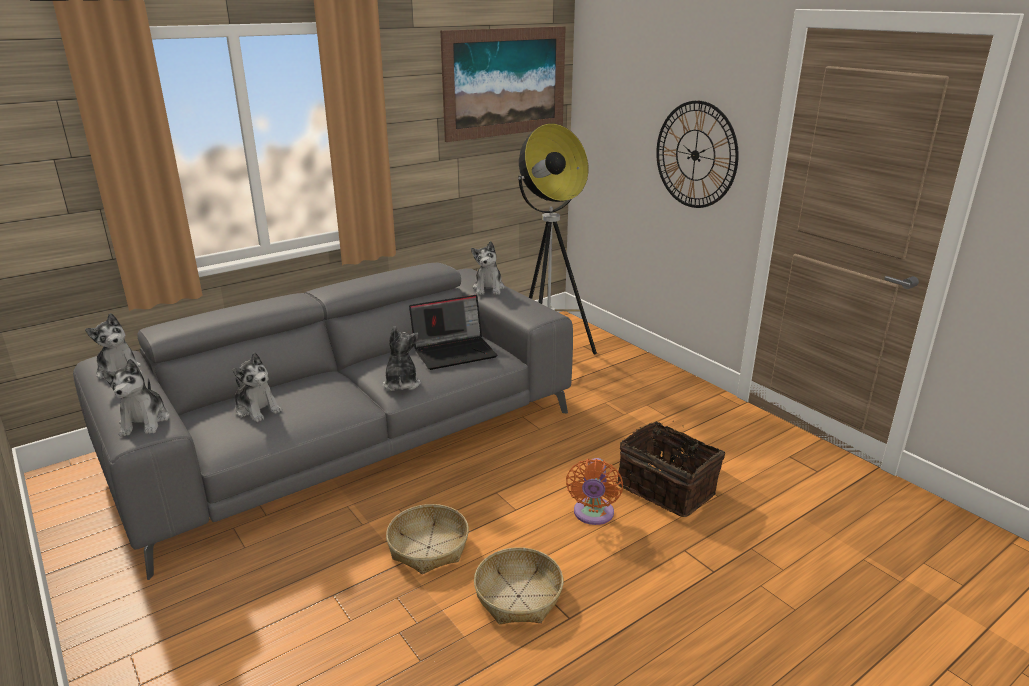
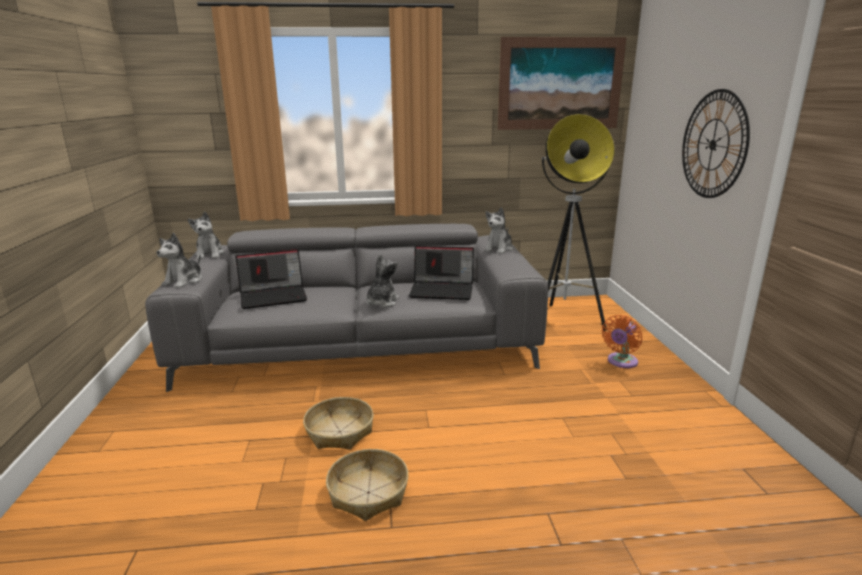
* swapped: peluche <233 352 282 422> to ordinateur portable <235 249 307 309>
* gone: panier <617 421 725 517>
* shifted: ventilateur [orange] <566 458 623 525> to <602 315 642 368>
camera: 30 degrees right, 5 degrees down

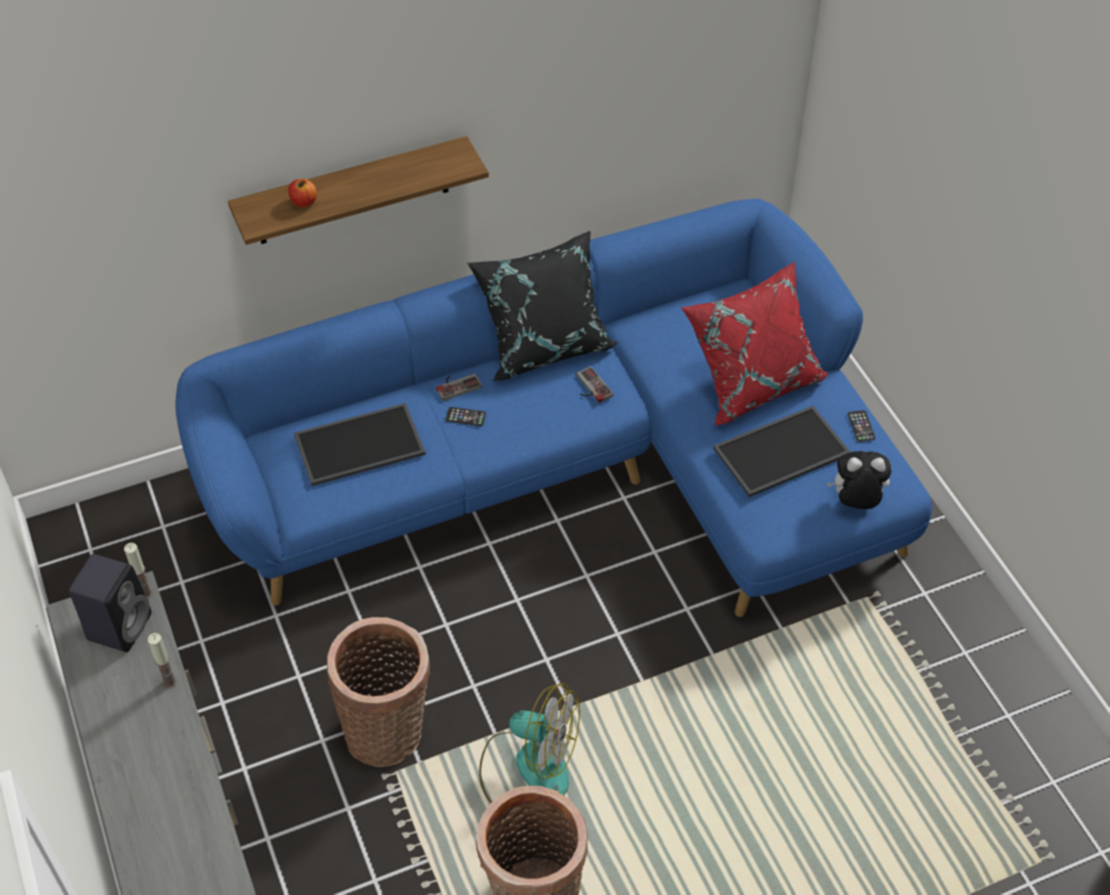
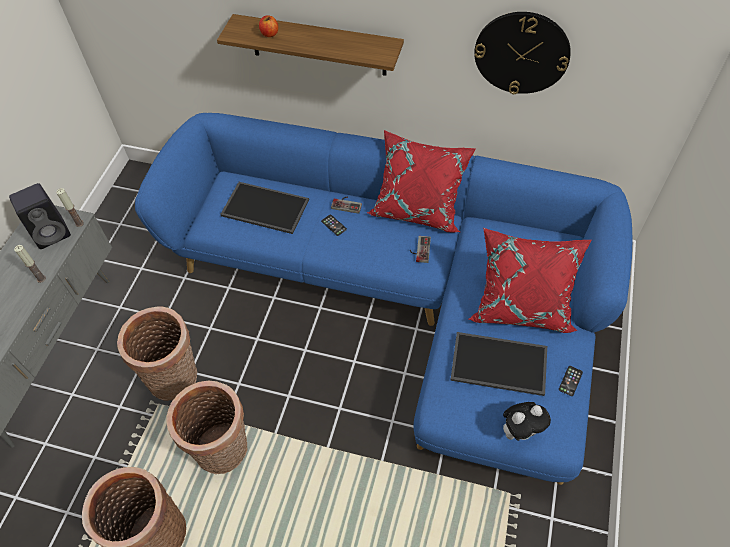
* repainted: coussin [noir] <467 230 618 381> to coussin [rouge] <367 130 476 233>
* rotated: peluche <827 451 891 509> = <503 402 551 441> 120 degrees clockwise
* swapped: ventilateur <479 683 580 802> to panier <166 381 247 474>
* new: horloge murale <474 12 571 94>
camera: 40 degrees right, 5 degrees up

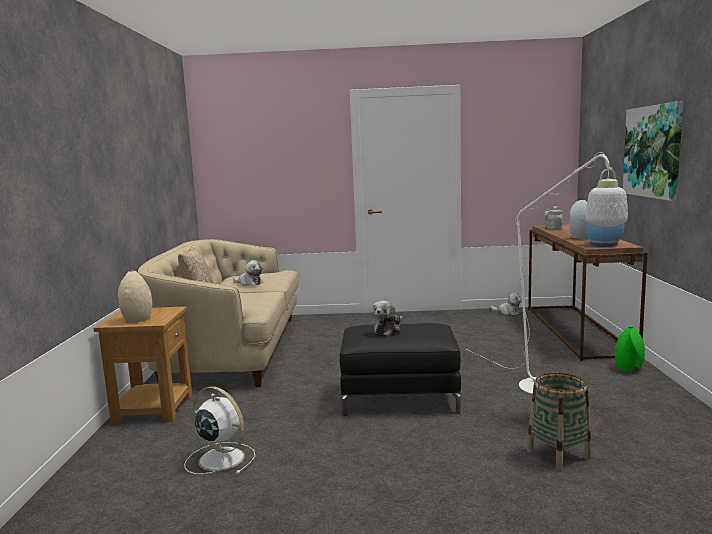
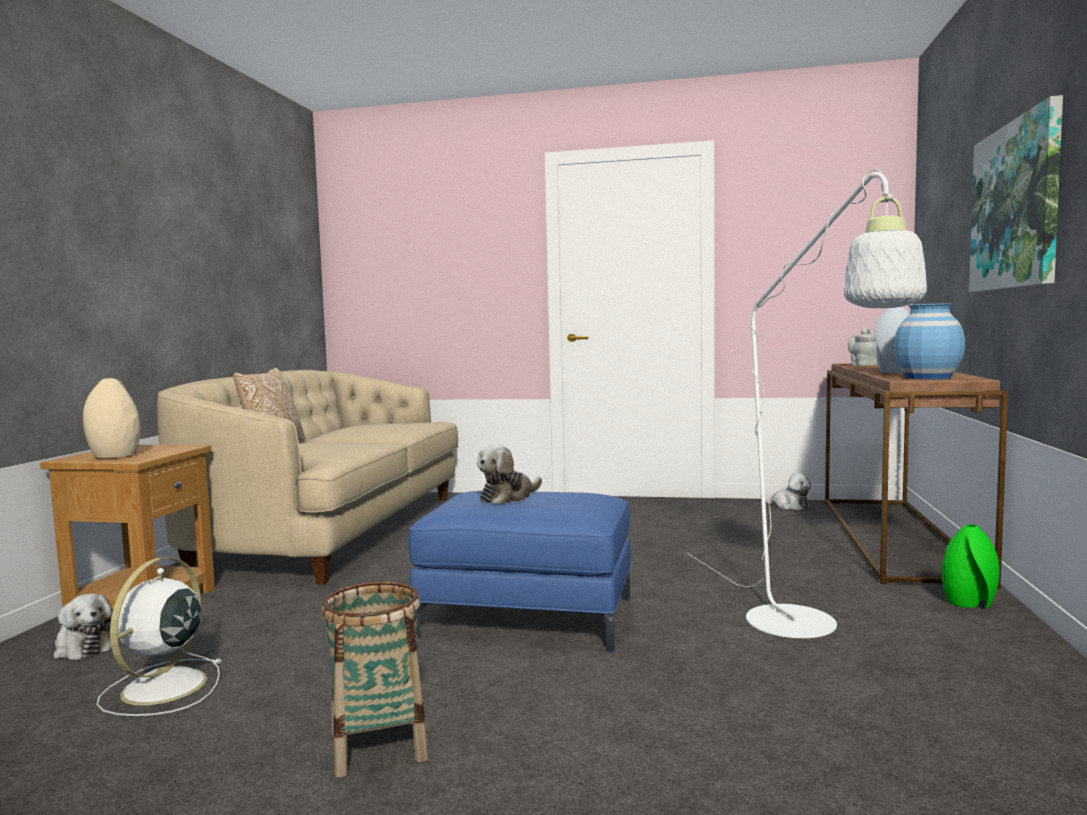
* shifted: peluche <233 260 263 286> to <53 593 112 660>
* repainted: pouf [noir] <340 323 461 416> to pouf [bleu] <408 491 631 653>
* shifted: panier <527 372 591 470> to <321 582 428 777>
* rotated: ventilateur [blanc] <184 386 255 474> = <96 557 223 716> 120 degrees counterclockwise
camera: 10 degrees right, 5 degrees down

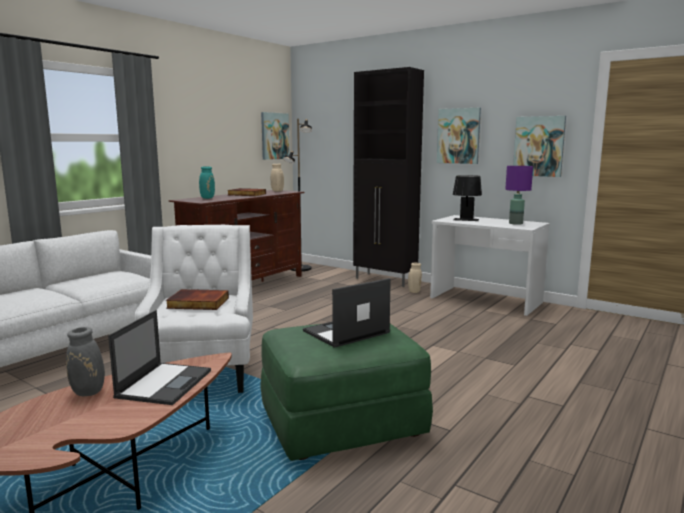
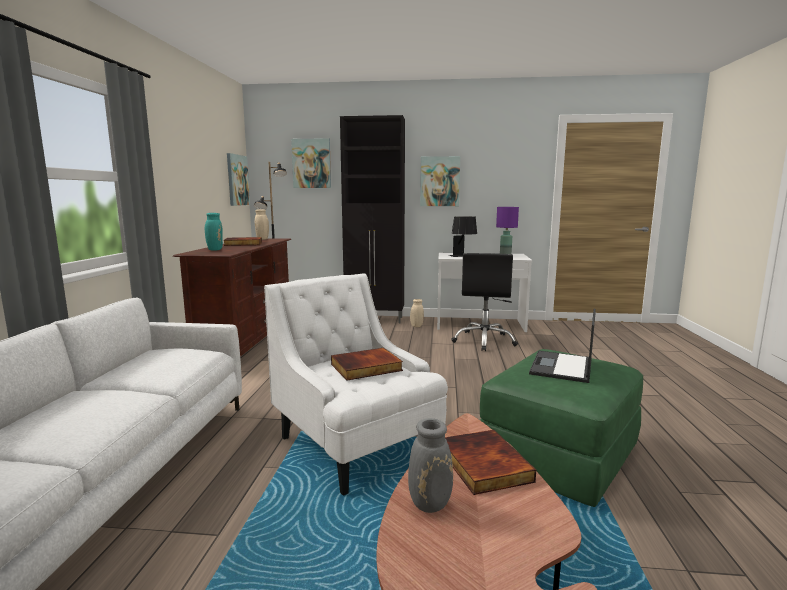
* shifted: tableau <513 116 566 177> to <291 138 331 188>
* swapped: ordinateur portable <108 310 211 405> to livre <445 430 536 495>
* new: chaise de bureau [noir] <451 253 518 351>
camera: 30 degrees left, 0 degrees up

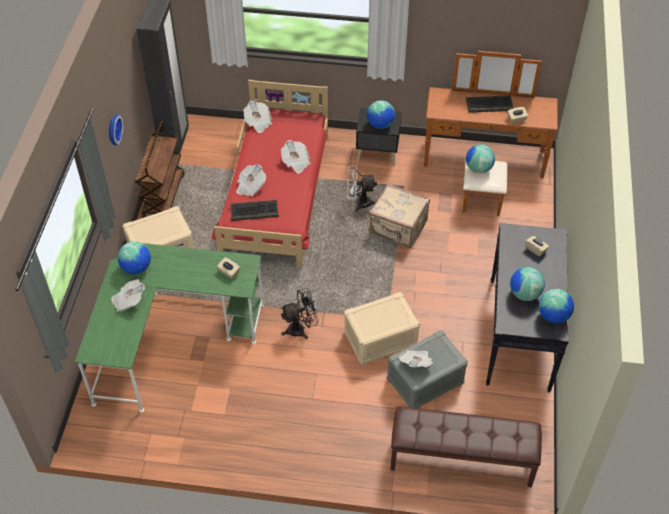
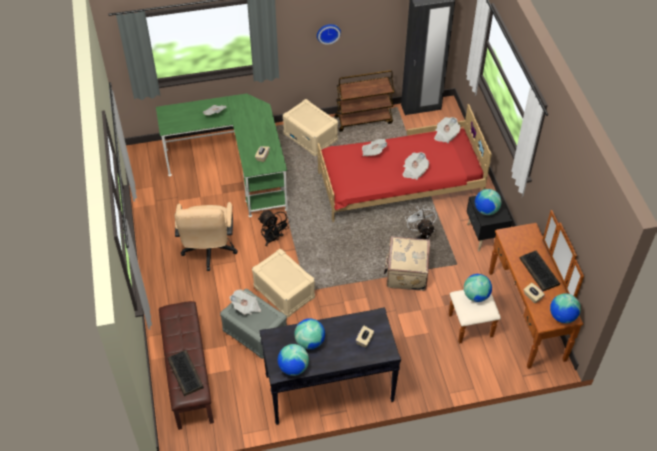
* shifted: clavier <230 200 279 221> to <167 350 204 396>
* shifted: globe <117 242 151 274> to <550 293 581 323>
* new: chaise de bureau [beige] <175 202 238 271>
camera: 70 degrees right, 0 degrees up

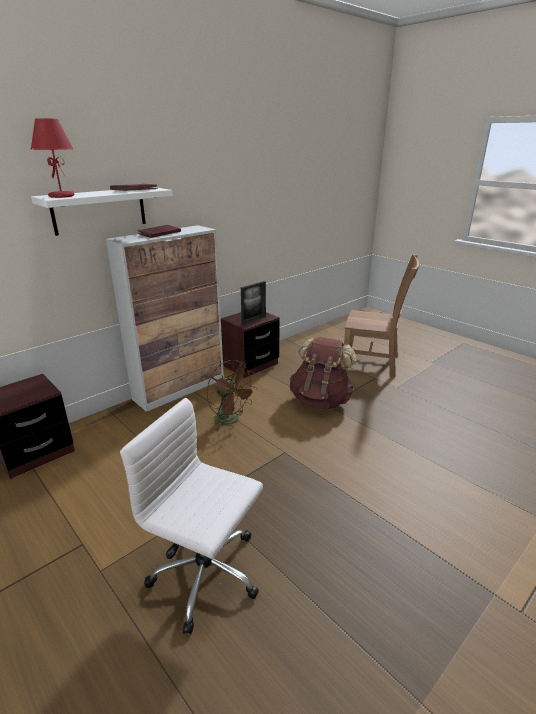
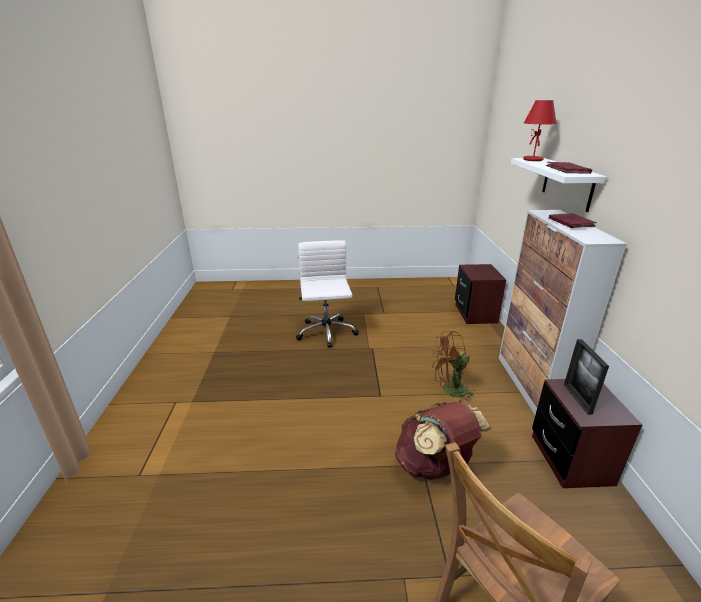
* rotated: chaise de bureau [blanc] <120 398 263 634> = <296 240 359 348> 75 degrees counterclockwise
camera: 130 degrees right, 0 degrees up

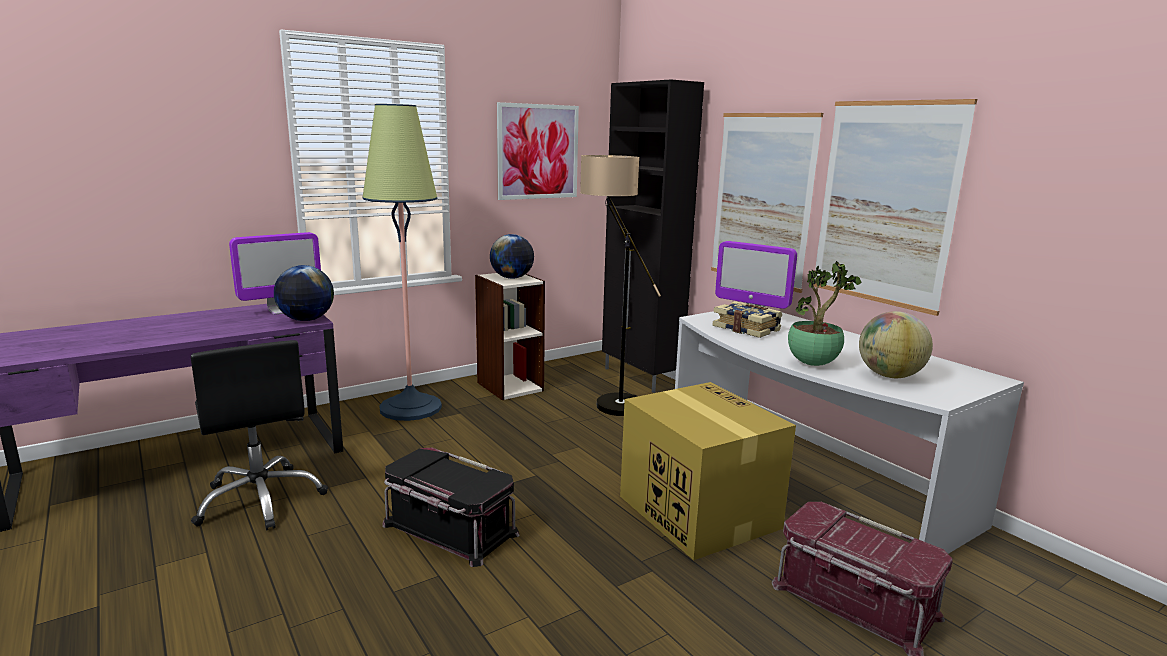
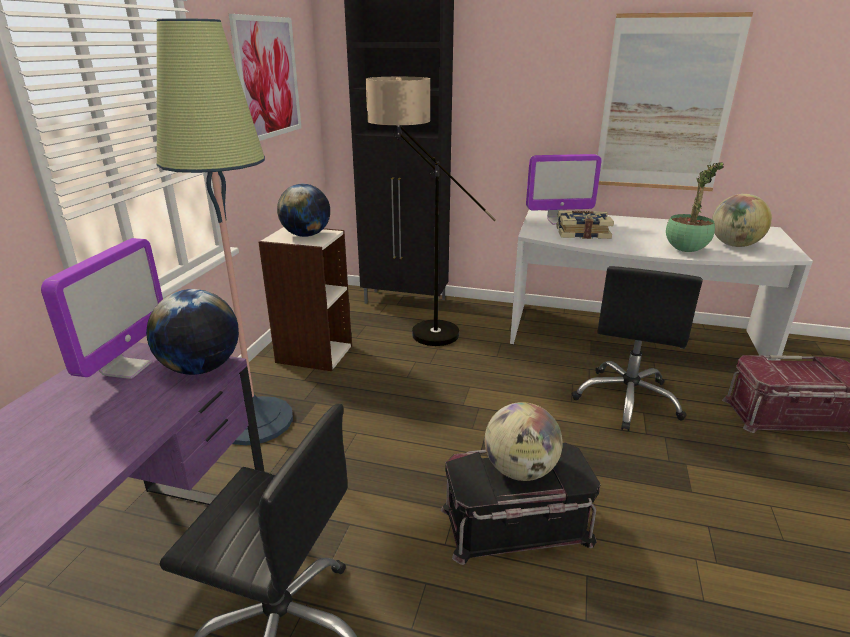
* gone: tableau <711 113 823 293>
* swapped: carton <620 382 796 560> to chaise de bureau [noir] <572 266 703 431>
* new: globe <485 402 563 481>
camera: 40 degrees left, 10 degrees up

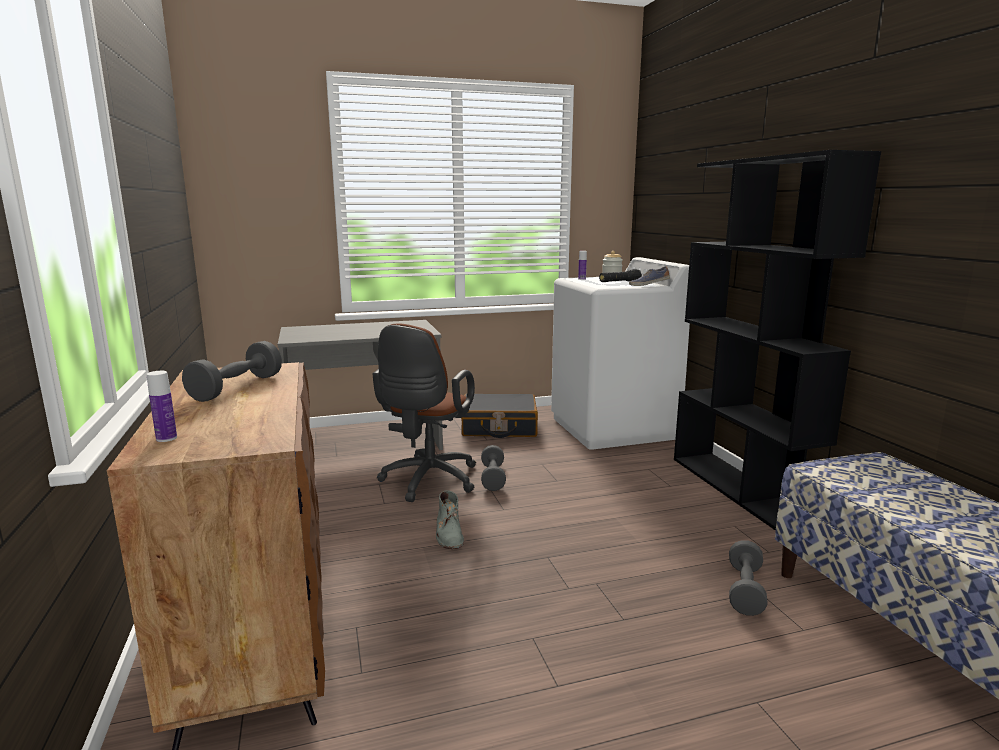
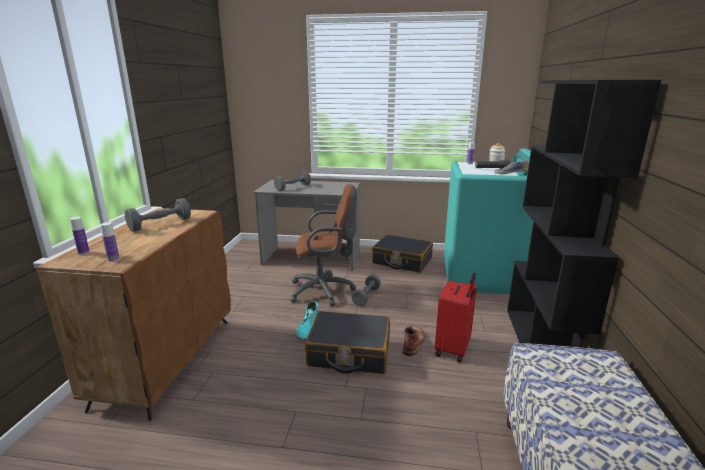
* repainted: lave-linge [blanc] <551 257 690 450> to lave-linge [turquoise] <444 149 533 294>
* rotated: chaise de bureau [marron] <373 323 476 502> = <289 184 357 306> 135 degrees counterclockwise
* repainted: botte [gris] <436 490 464 549> to botte [turquoise] <296 301 318 340>
* shifted: haltère [gris] <729 540 768 616> to <274 171 311 191>
* new: bouteille <100 222 120 262>
* new: valise [rouge] <435 273 477 362>
* new: valise [noir] <305 311 390 374>
* new: botte [marron] <402 326 425 356>
camera: 25 degrees right, 5 degrees up

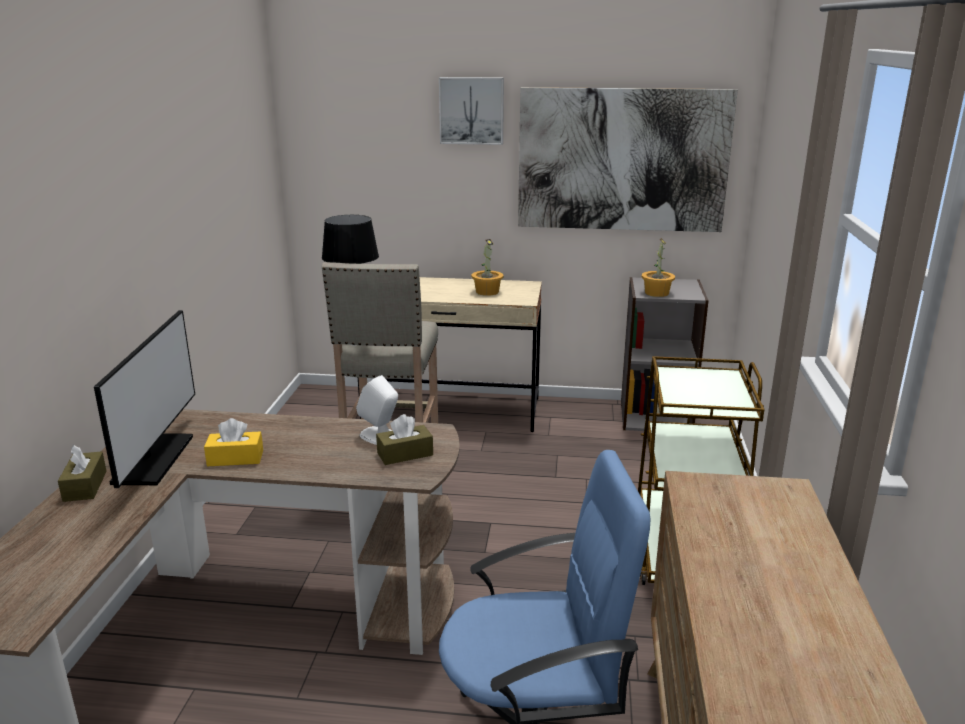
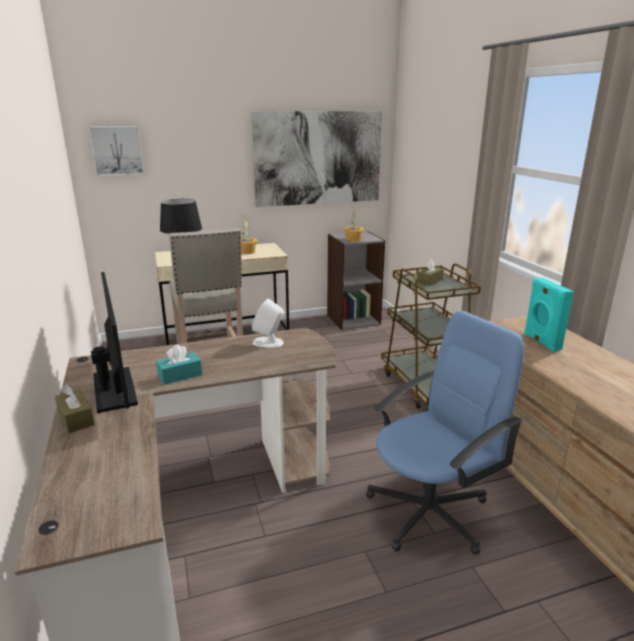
* shifted: tableau <439 77 504 145> to <89 126 144 176>
* shifted: boîte à mouchoirs [marron] <376 414 433 465> to <417 259 444 286>
* repainted: boîte à mouchoirs [jaune] <204 418 263 466> to boîte à mouchoirs [turquoise] <156 344 202 385>
* new: enceinte [turquoise] <524 278 574 352>
camera: 25 degrees left, 0 degrees up

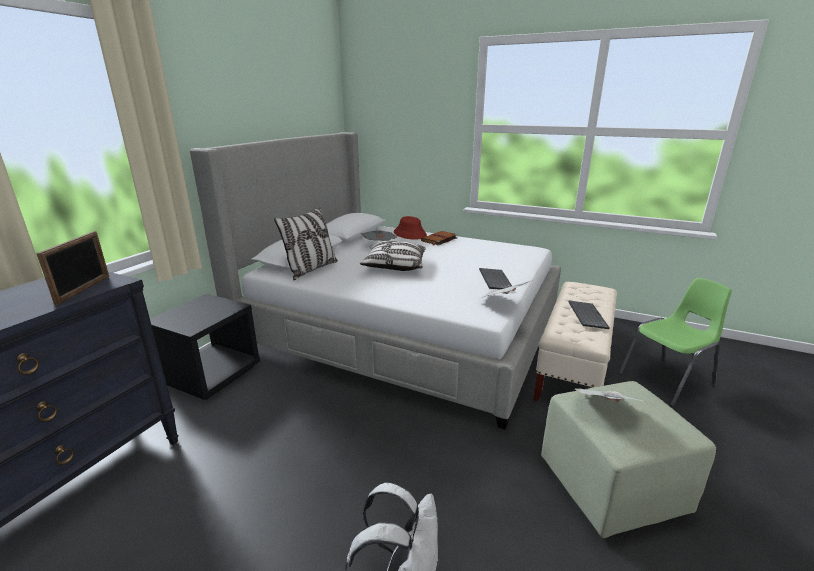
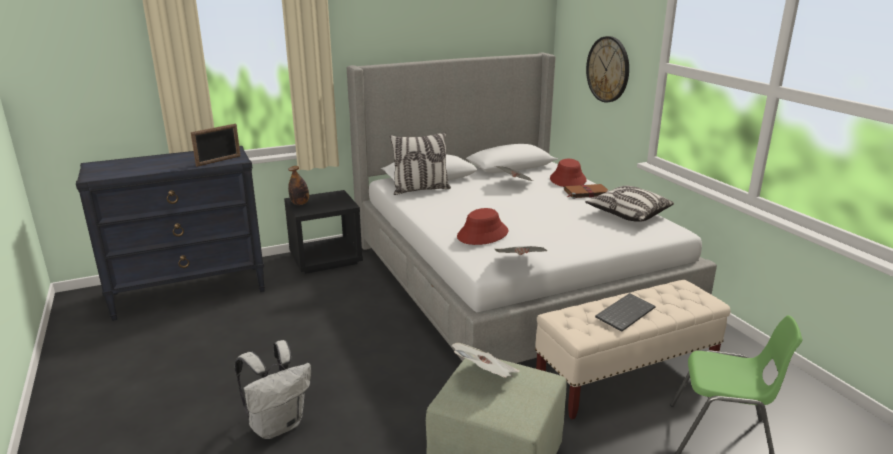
* shifted: coussin <360 241 425 271> to <585 186 674 222>
* gone: clavier <479 268 514 291>
* new: horloge murale <586 36 629 102>
* new: bouteille <288 166 309 205>
* new: chapeau [rouge] <457 208 508 245>
camera: 40 degrees right, 0 degrees up

